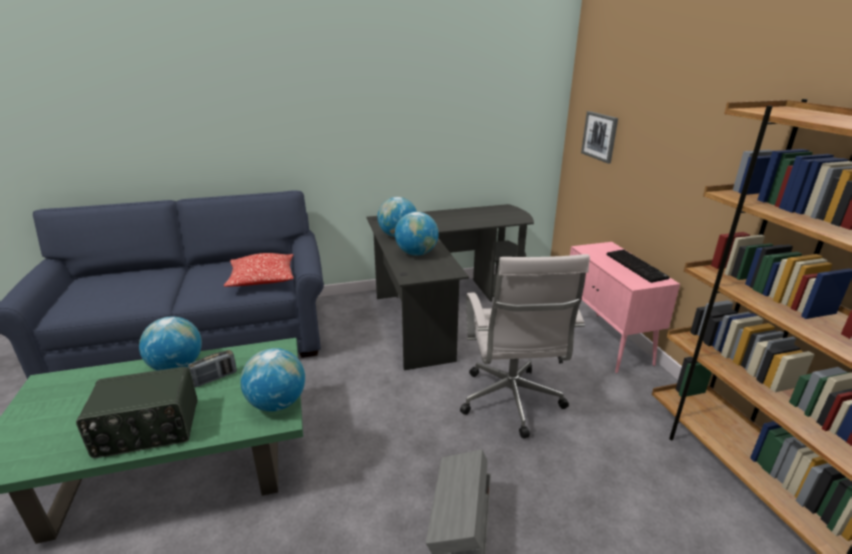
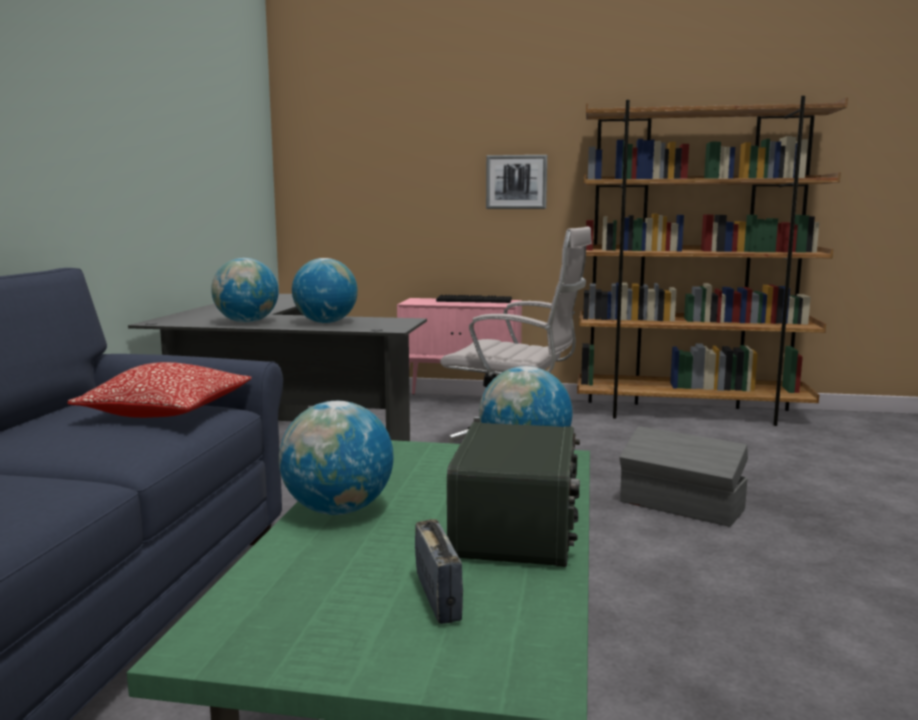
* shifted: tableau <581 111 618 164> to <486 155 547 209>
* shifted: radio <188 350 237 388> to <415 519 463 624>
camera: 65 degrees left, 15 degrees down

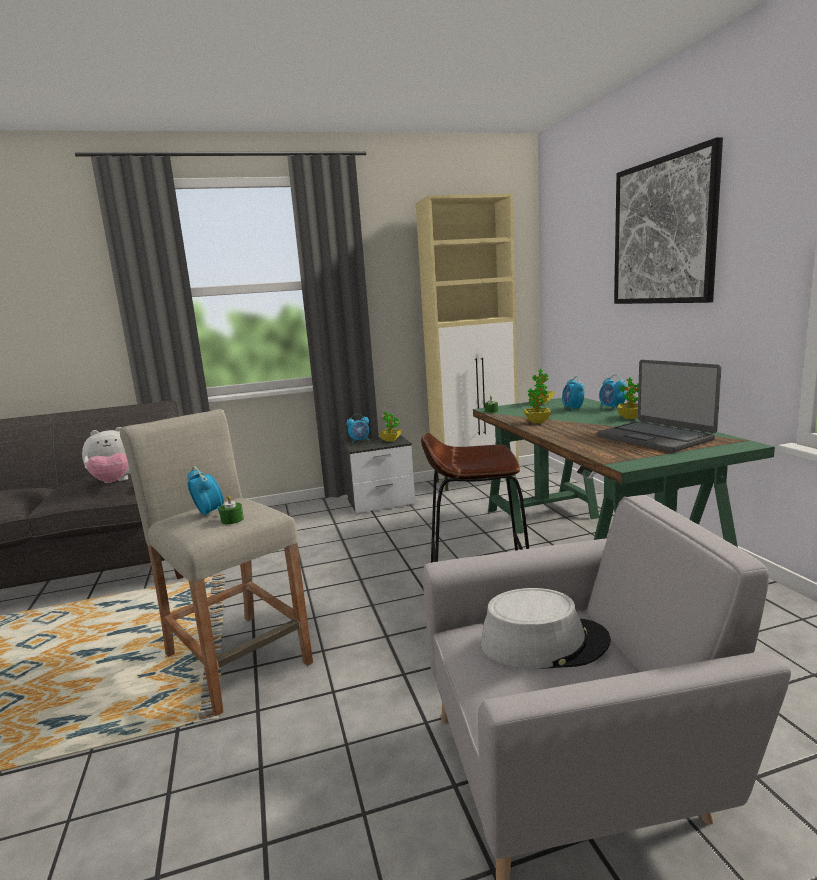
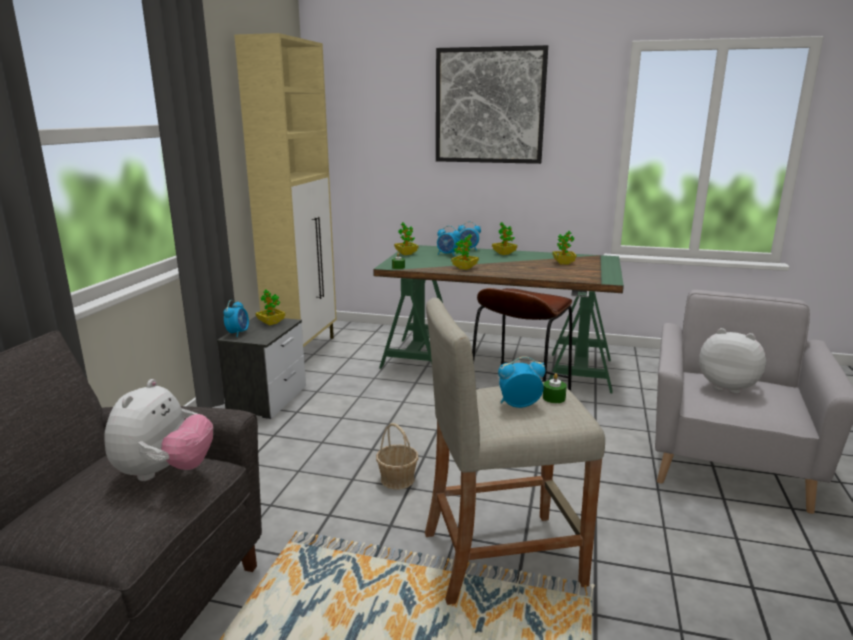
* swapped: ordinateur portable <597 360 722 452> to plante en pot <552 231 577 265>
* swapped: chapeau [gris] <481 588 611 669> to peluche <699 328 766 394>
* new: panier <376 423 419 490>
camera: 60 degrees left, 5 degrees up

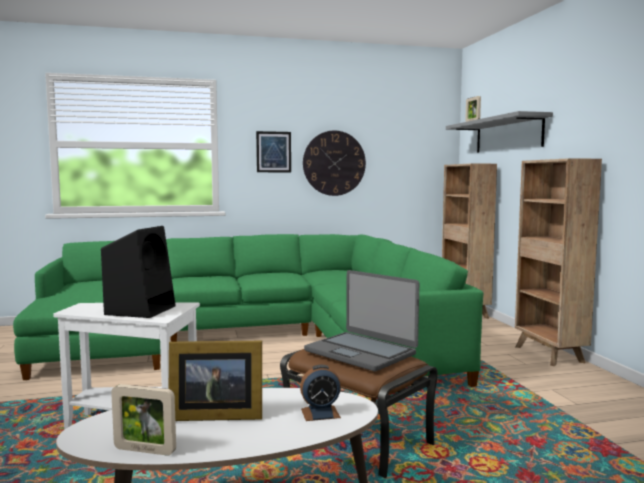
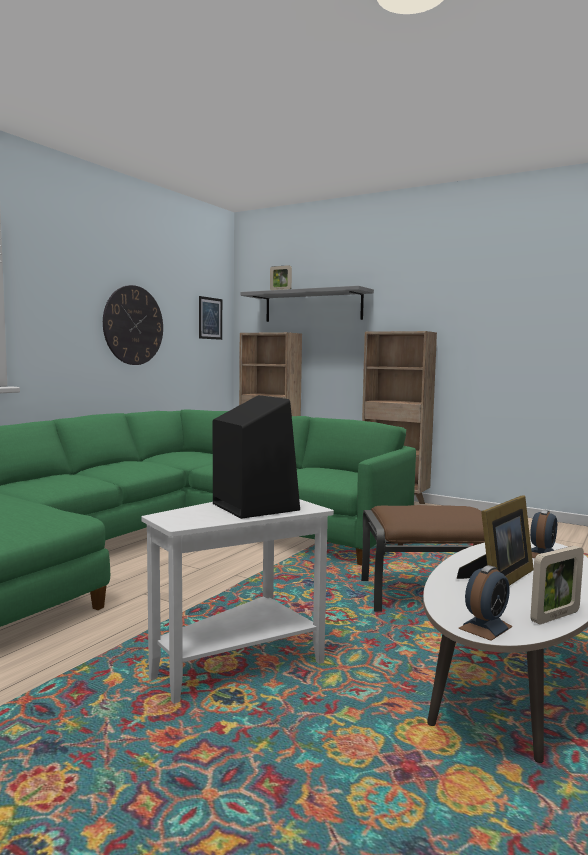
* shifted: tableau <256 131 291 172> to <199 296 222 340>
* gone: ordinateur portable <304 270 419 372>
* new: réveil <458 565 512 641>
camera: 45 degrees left, 0 degrees up

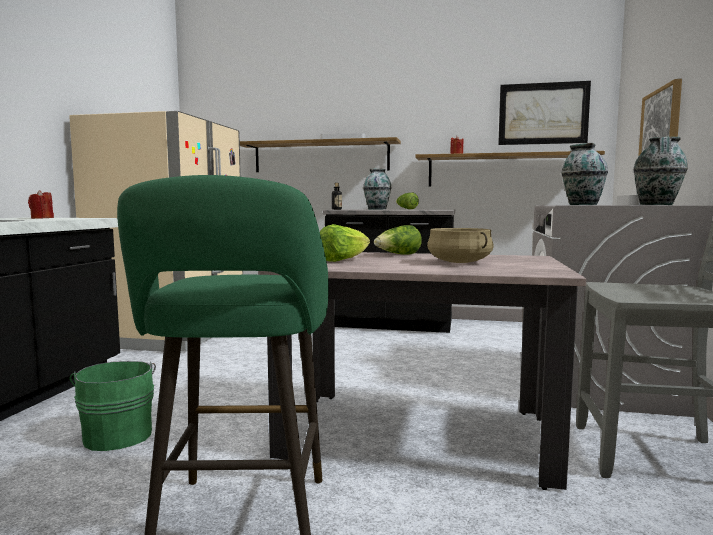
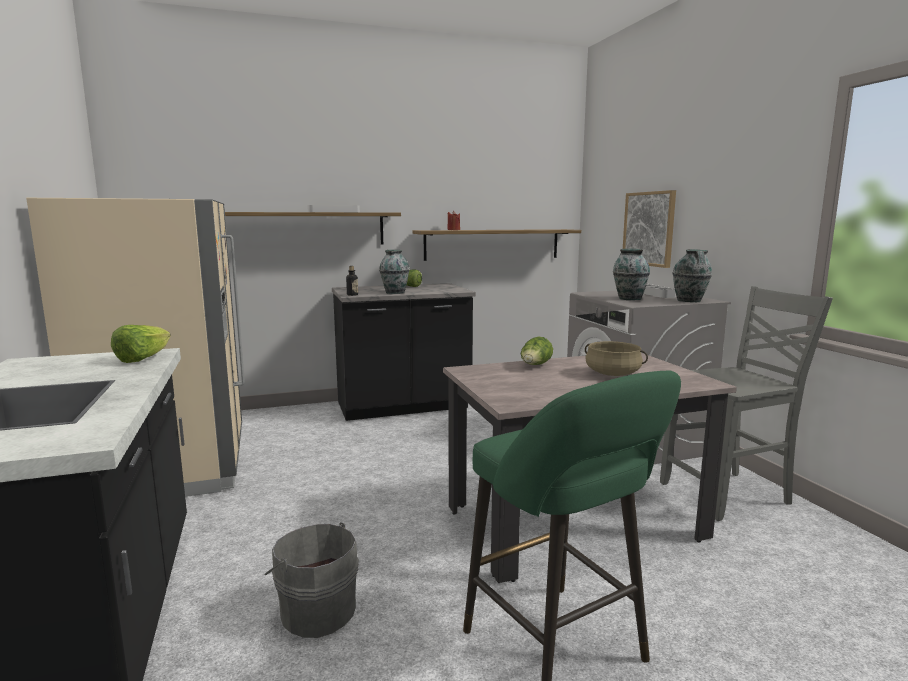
* gone: tableau <498 81 591 145>
* gone: bougie [rouge] <28 190 54 219>
* shifted: laitue <320 224 370 262> to <111 325 171 363>
* repainted: seau [vert] <69 361 156 451> to seau [gris] <264 522 359 638>
camera: 30 degrees left, 5 degrees up

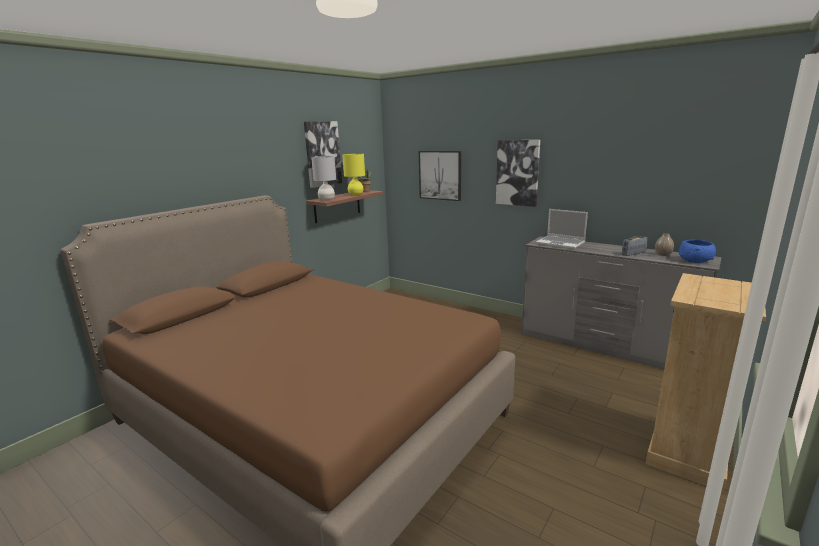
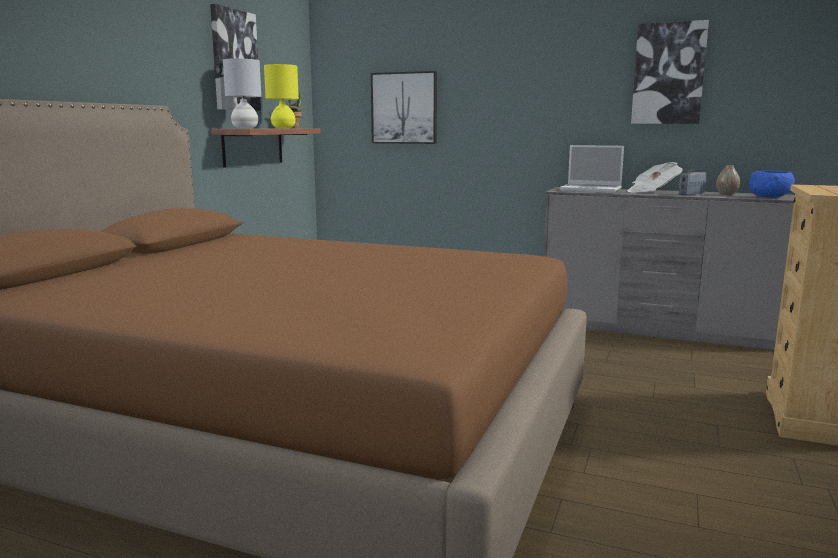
* shifted: tableau <496 140 540 207> to <631 20 709 124>
* new: journal <627 162 683 193>
camera: 15 degrees left, 5 degrees down

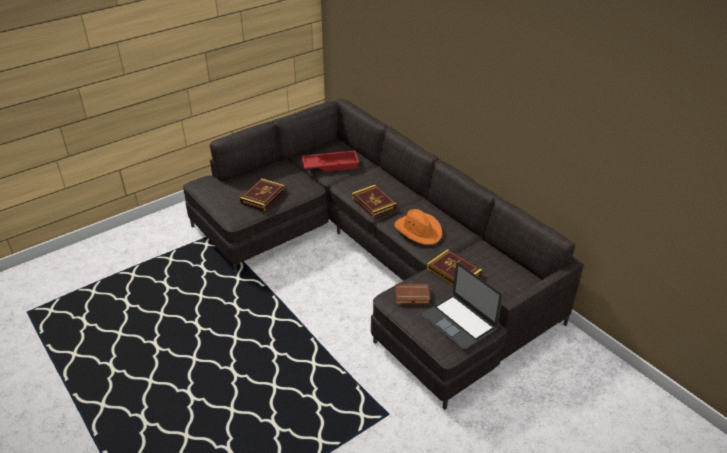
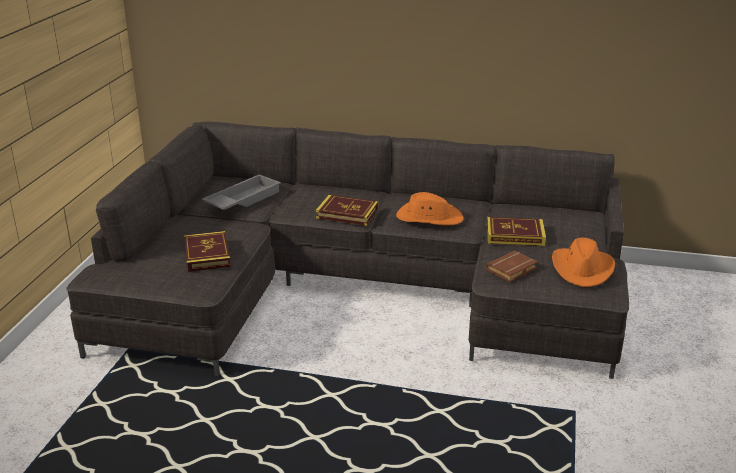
* repainted: plateau [rouge] <301 151 359 172> to plateau [gris] <202 174 281 210>
* swapped: ordinateur portable <421 262 502 349> to chapeau [orange] <552 238 615 287>
camera: 40 degrees left, 10 degrees down

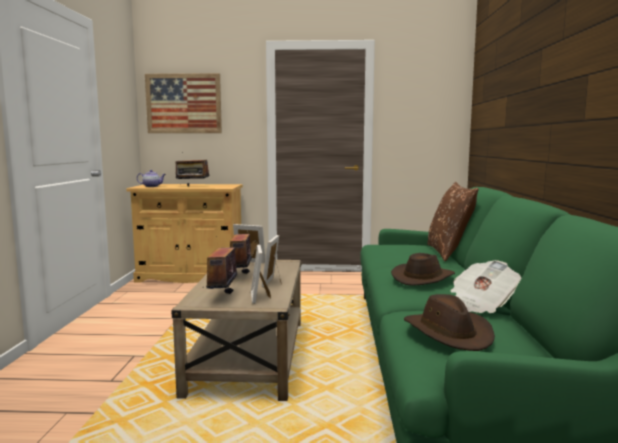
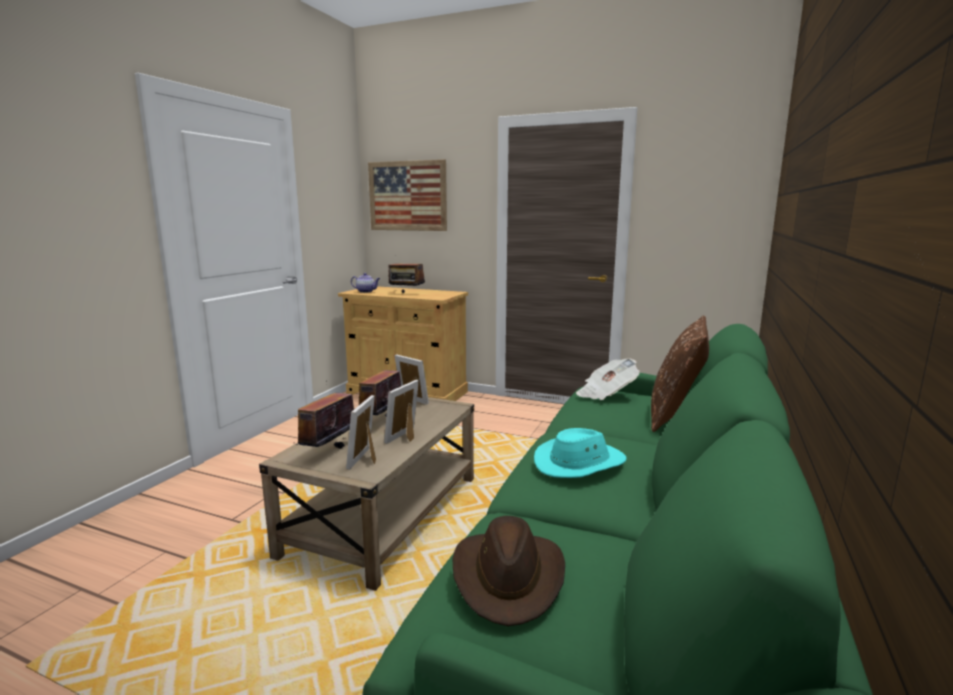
* repainted: chapeau [marron] <391 253 455 285> to chapeau [turquoise] <534 428 627 478>
* shifted: journal <451 260 521 313> to <576 358 640 400>
camera: 20 degrees right, 5 degrees up

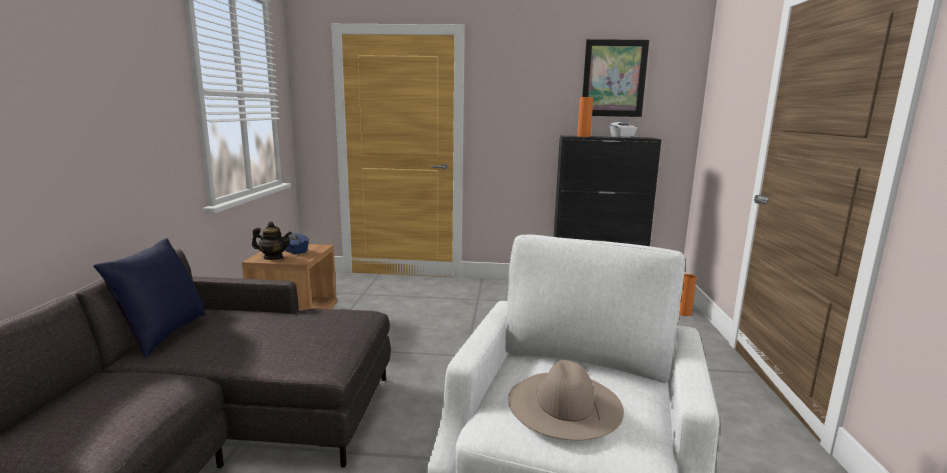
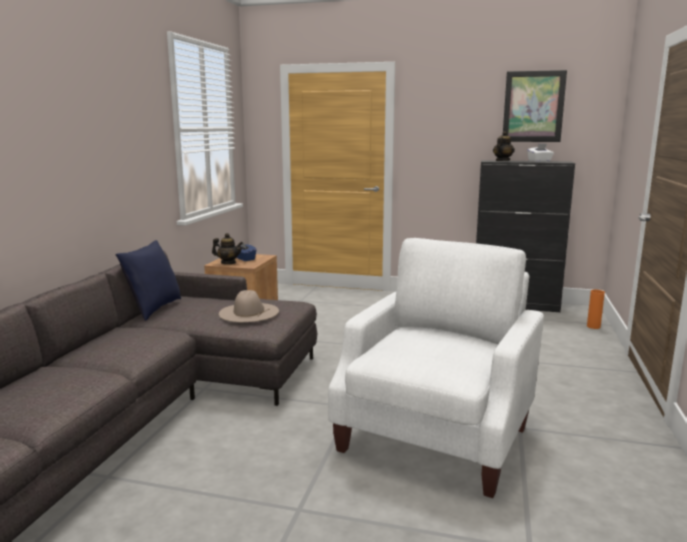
* swapped: vase [orange] <577 97 593 137> to théière <493 131 515 161>
* shifted: chapeau [beige] <508 360 624 441> to <219 290 279 322>
camera: 10 degrees right, 0 degrees up

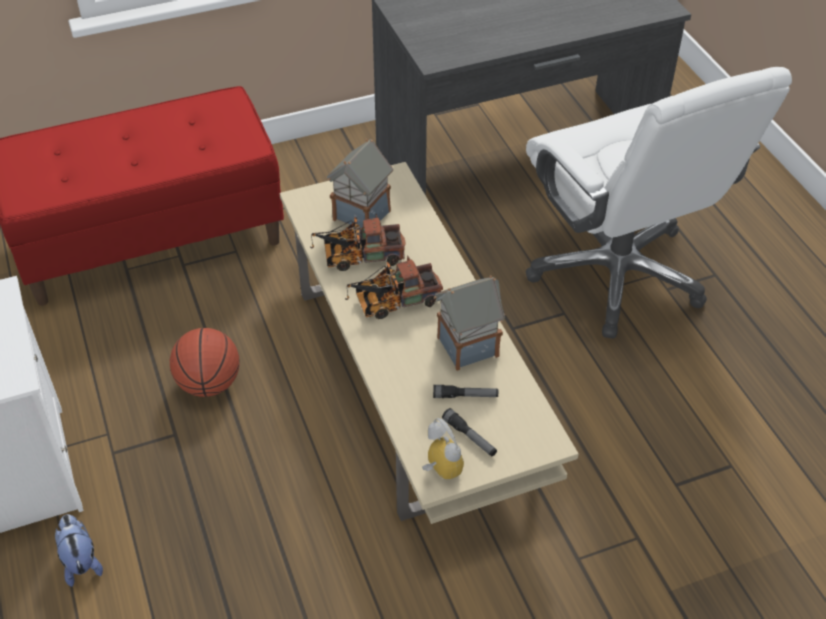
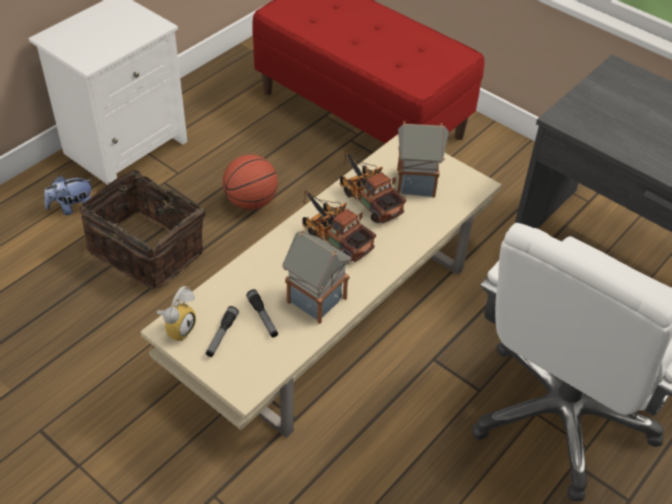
* rotated: peluche <55 514 103 587> = <44 176 93 215> 150 degrees counterclockwise
* new: panier <80 165 206 290>
camera: 60 degrees right, 0 degrees up

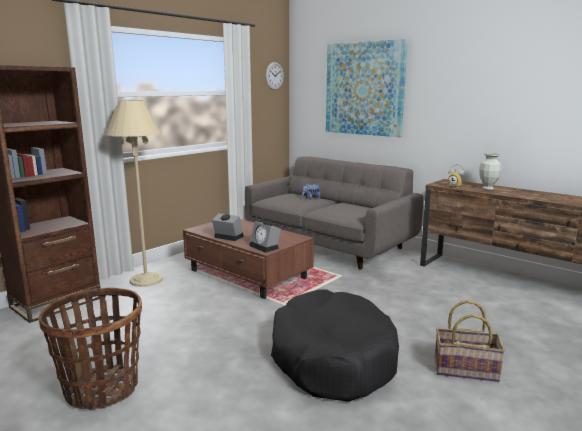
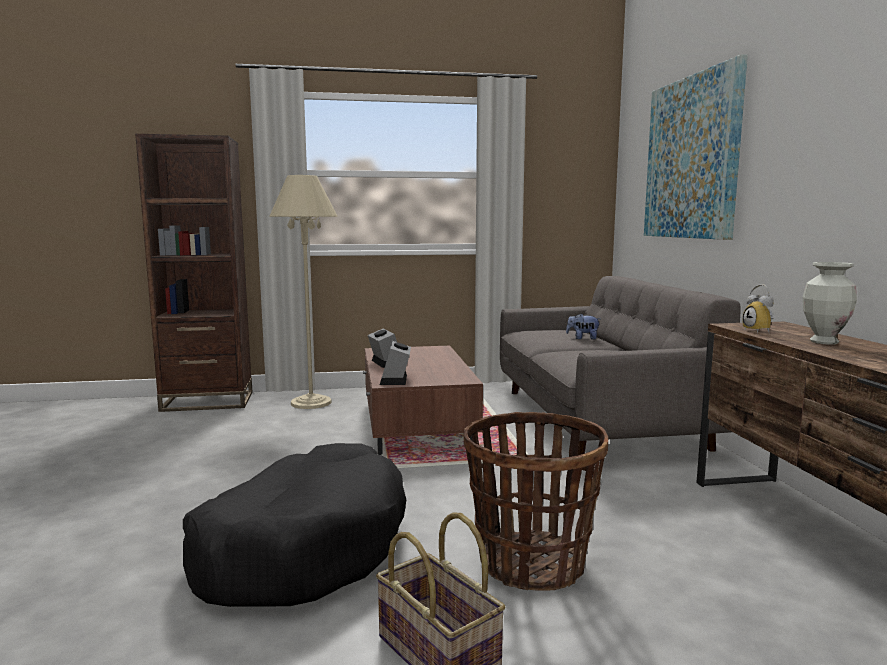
* gone: horloge murale <266 62 284 90>
* shifted: panier <38 288 142 410> to <464 412 608 590>
camera: 40 degrees right, 5 degrees down

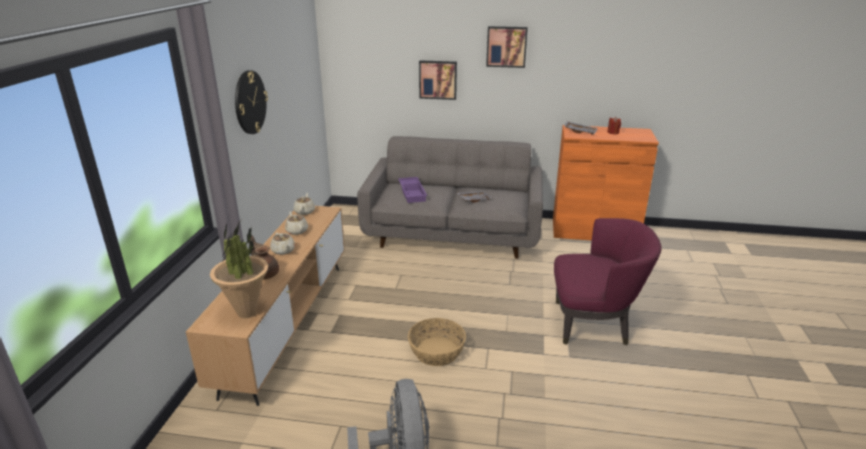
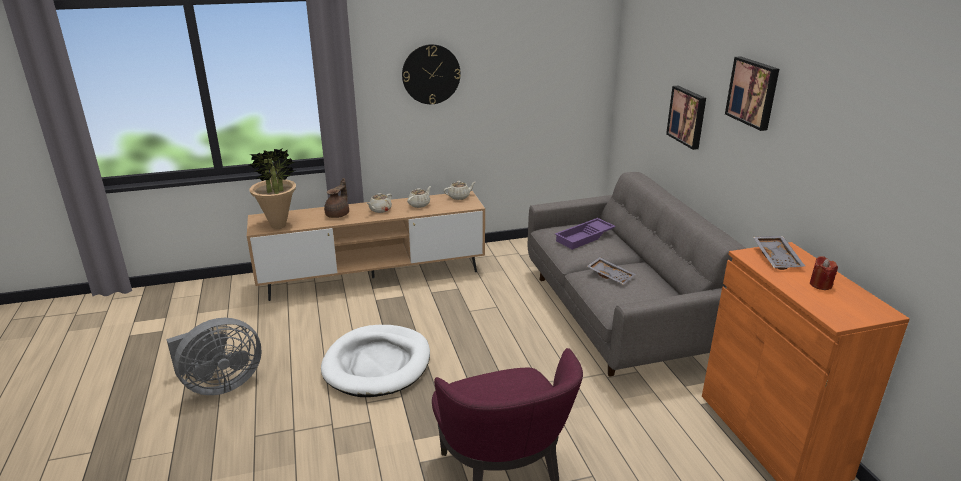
* swapped: panier <408 318 466 366> to panier pour chien [blanc] <321 325 430 397>
camera: 65 degrees right, 0 degrees up

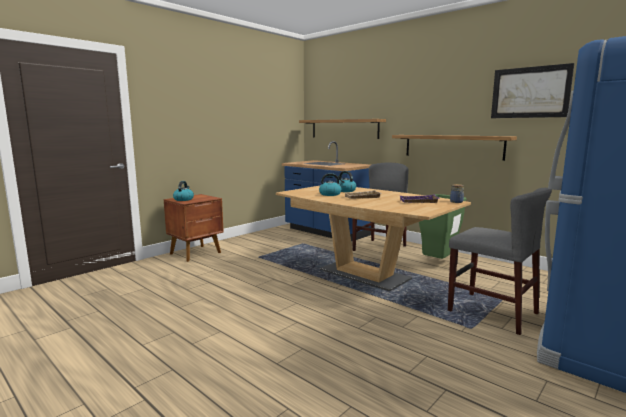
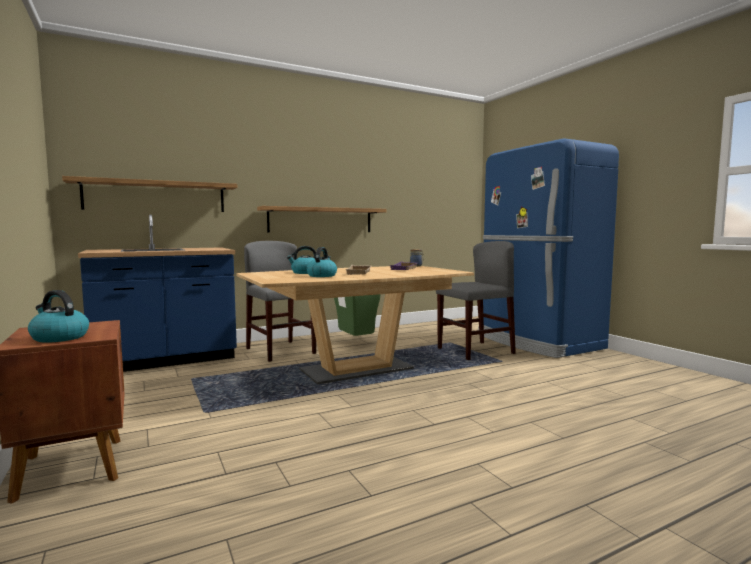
* gone: tableau <491 63 574 118>
camera: 70 degrees left, 5 degrees down

